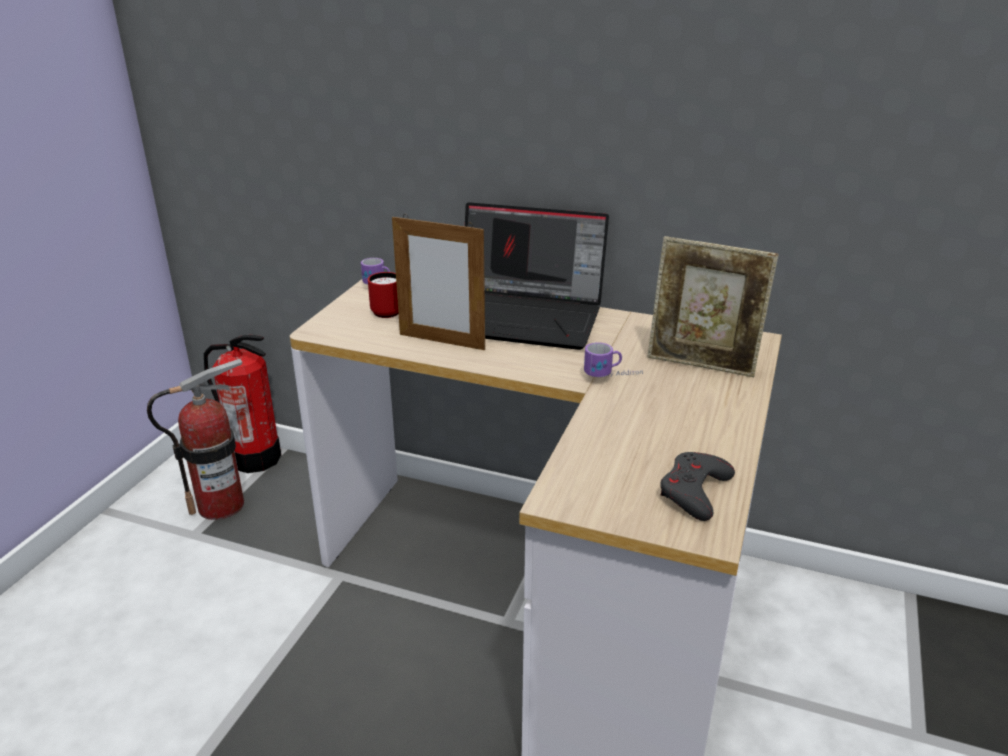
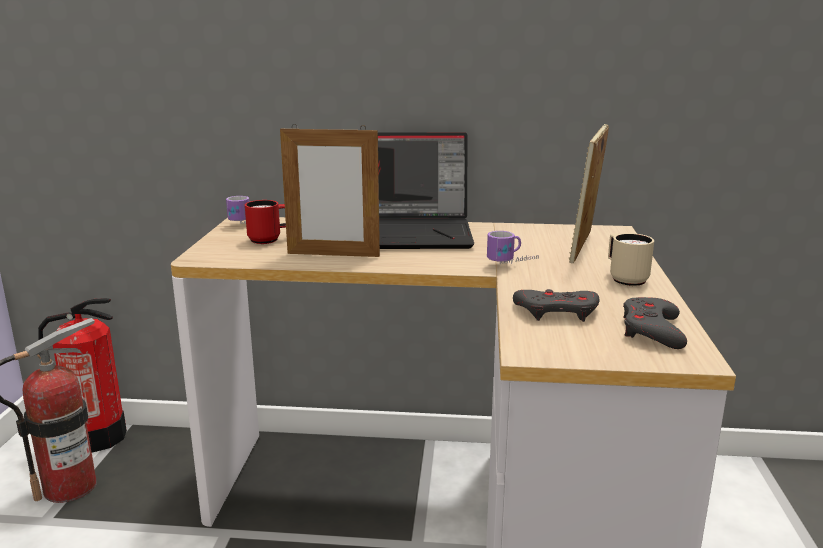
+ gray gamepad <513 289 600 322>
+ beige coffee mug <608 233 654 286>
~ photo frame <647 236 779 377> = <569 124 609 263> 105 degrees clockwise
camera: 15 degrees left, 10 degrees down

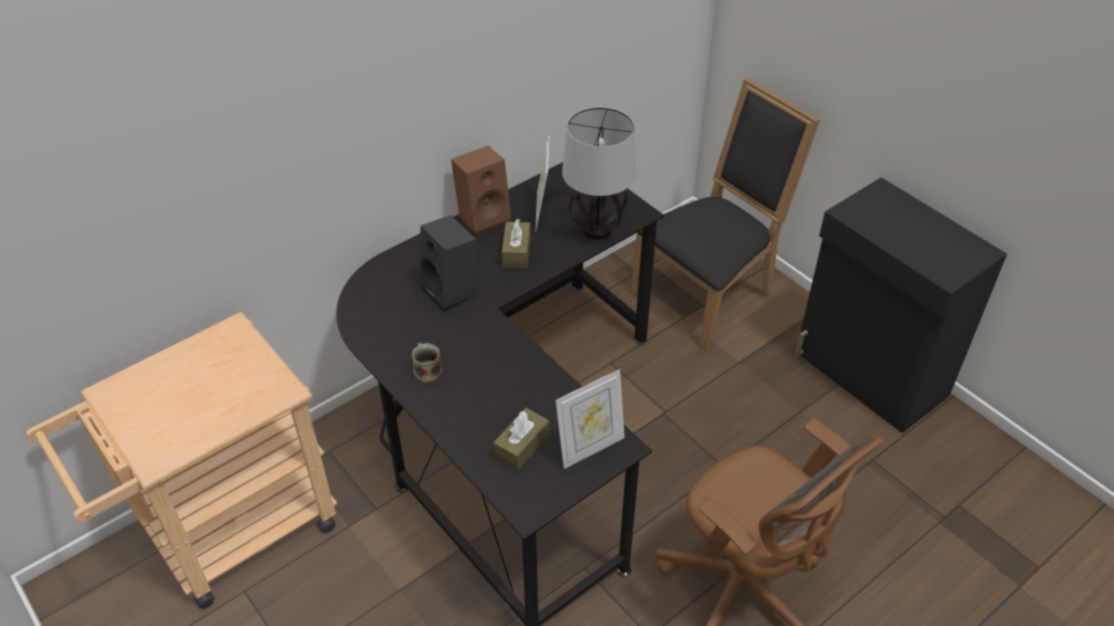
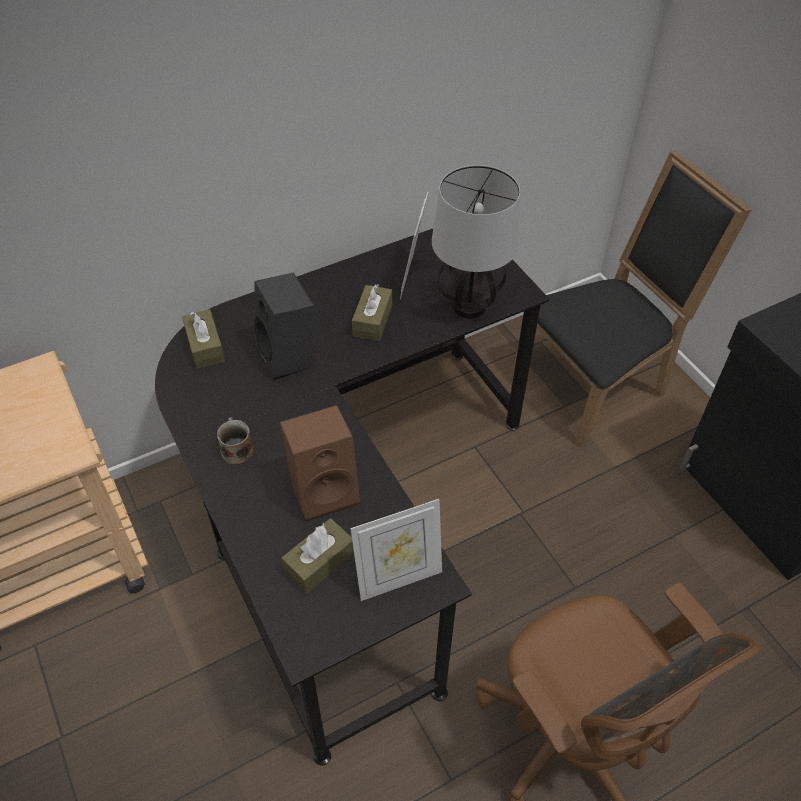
+ brownish tissue box <182 309 225 368>
~ brownish audio speaker <451 146 511 235> to <280 405 360 522>
camera: 10 degrees right, 5 degrees up

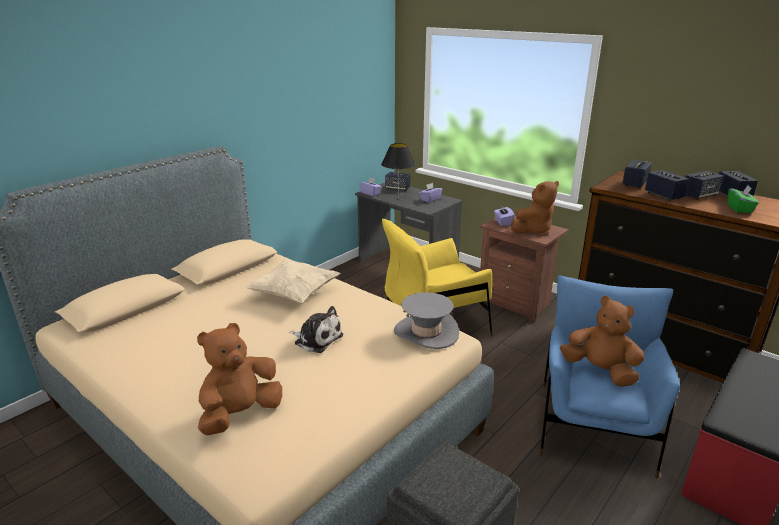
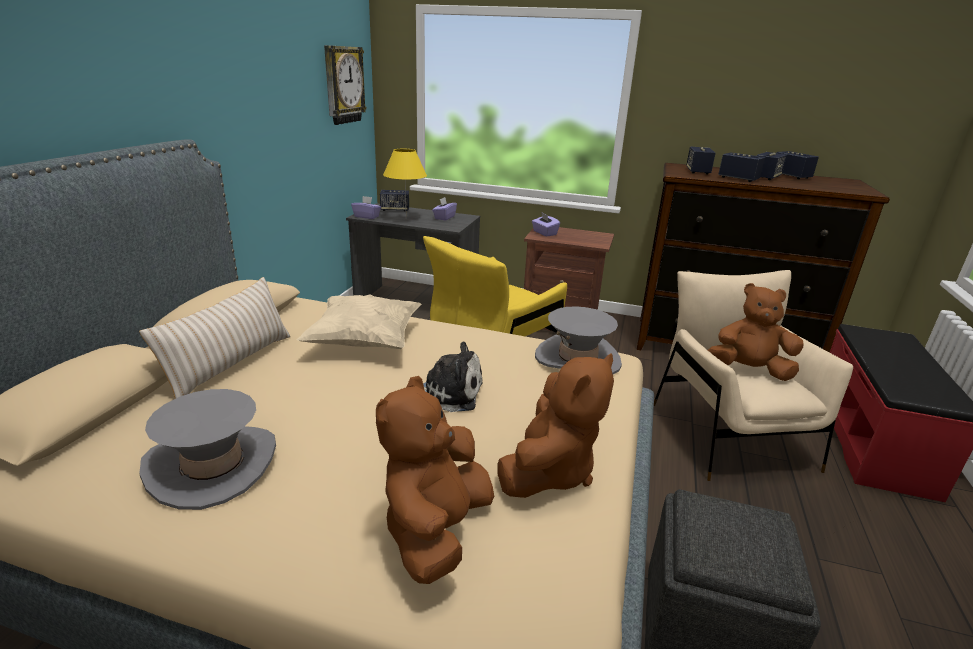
- greenish tissue box <728 185 758 213>
+ beige throw pillow <139 277 290 399>
+ gray clothing hat <139 389 276 510>
+ hanging clock <324 45 367 125>
~ brownish soft toy <511 181 559 235> to <498 354 614 498>
~ blackish table lamp <381 143 416 199> to yellow-coloured table lamp <383 149 427 208>
~ bluish lounge chair <540 276 680 478> to beige lounge chair <654 270 853 481>
camera: 25 degrees left, 0 degrees up

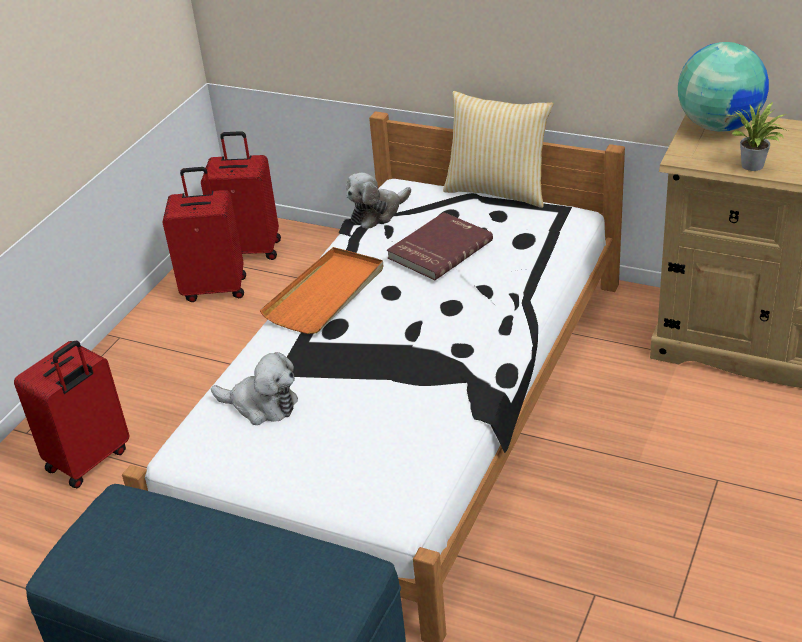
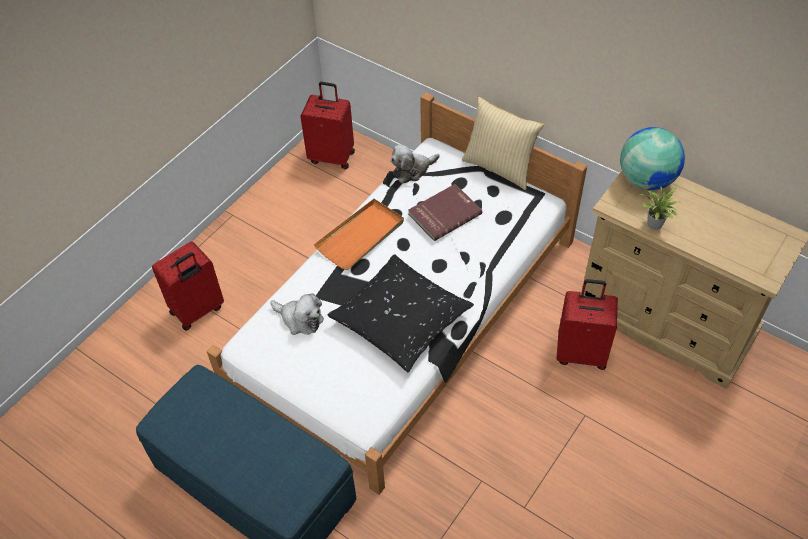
+ blackish throw pillow <328 254 474 372>
~ reddish travel case <162 167 246 302> to <556 279 618 370>
camera: 10 degrees right, 15 degrees up

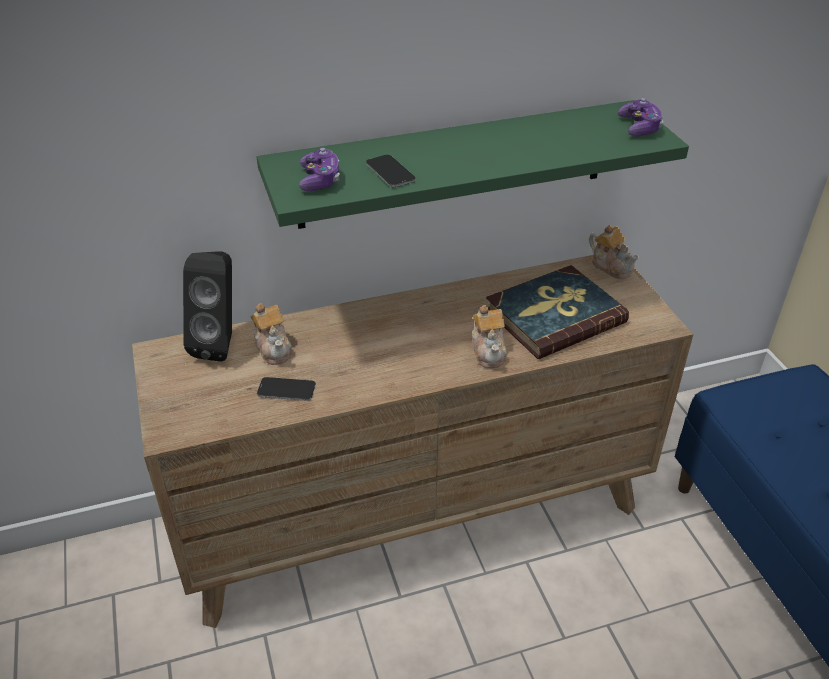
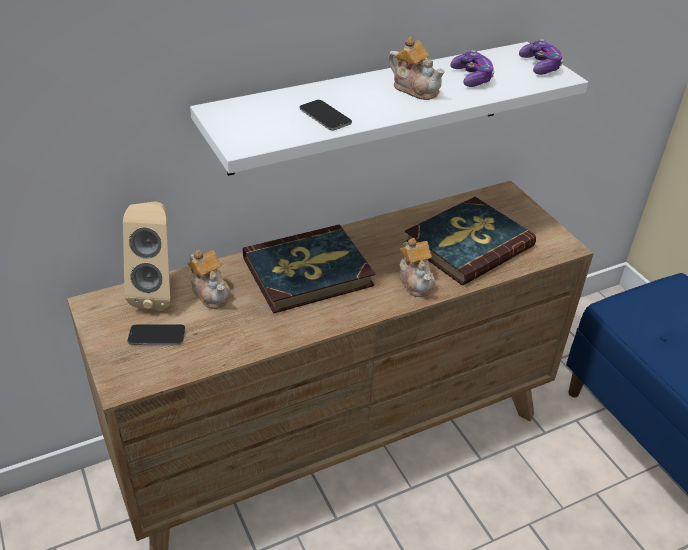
+ bound book <243 225 375 313>
~ phone <257 377 316 401> to <127 325 185 345>
~ gamepad <299 148 340 192> to <450 50 495 87>
~ tea pot <589 225 639 279> to <388 37 445 100>
~ blackish audio speaker <183 251 232 362> to beige audio speaker <123 201 170 310>
~ greenish bracket shelf <257 100 689 229> to whitish bracket shelf <190 42 588 176>
camera: 10 degrees left, 0 degrees up

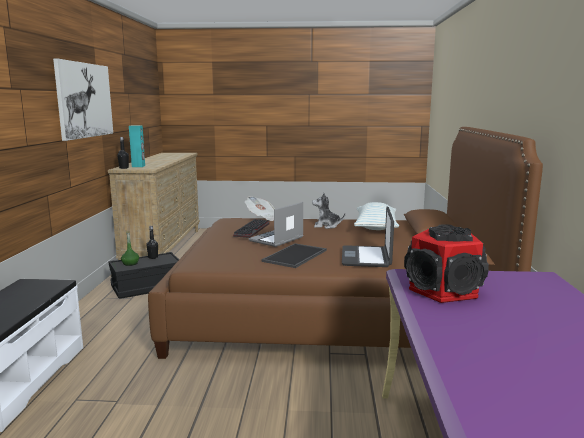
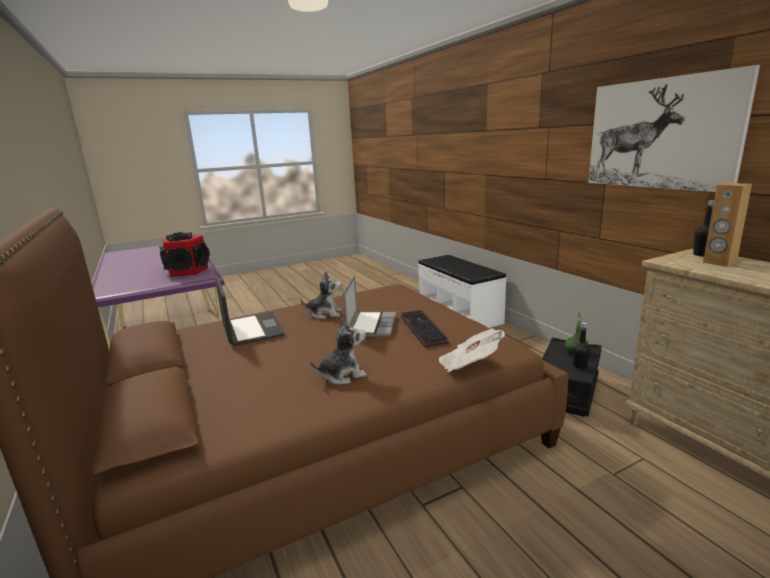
- throw pillow <354 202 399 230>
~ serving tray <261 243 327 268> to soft toy <300 271 342 319>
~ turquoise-coloured audio speaker <129 125 145 167> to brownish audio speaker <703 183 752 267>
camera: 150 degrees right, 5 degrees up

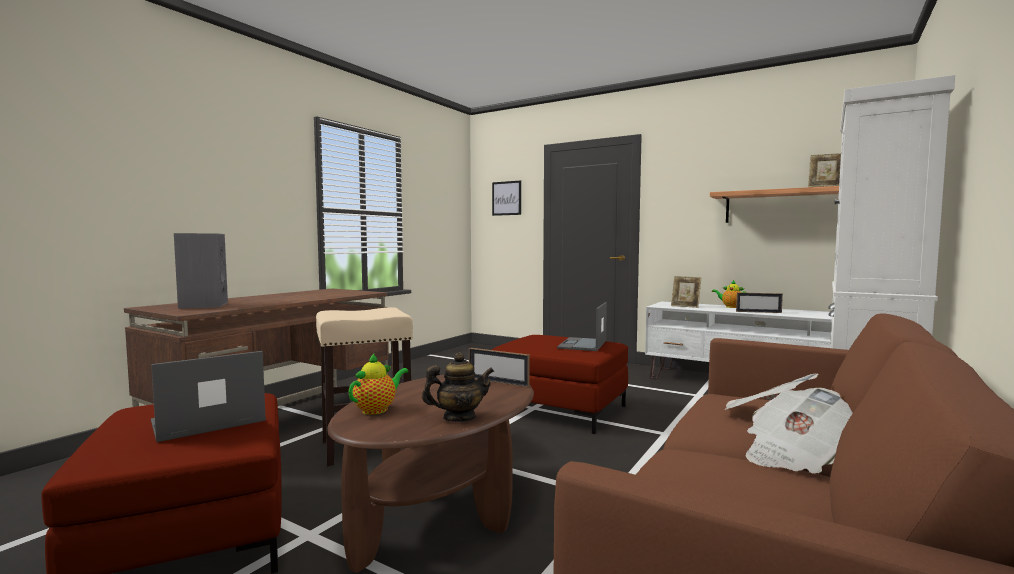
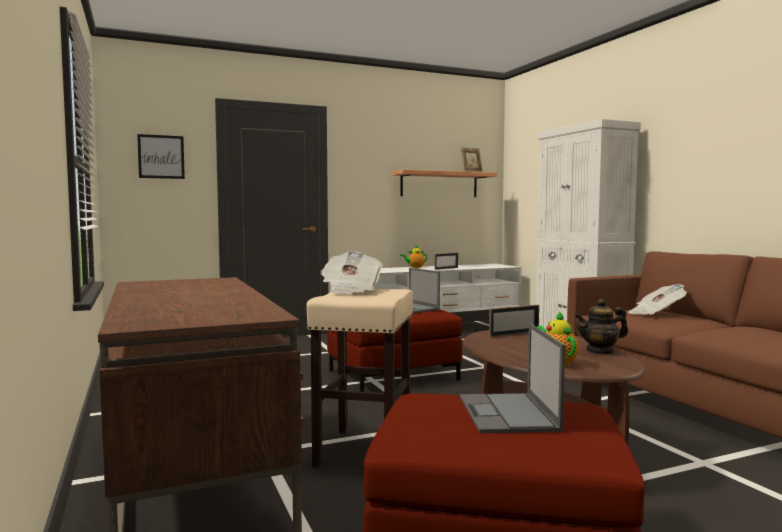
- gray audio speaker <174 233 228 309>
- photo frame <671 276 701 308>
~ daily paper <745 388 853 473> to <321 251 383 295>
~ tea pot <422 352 494 422> = <574 299 628 355> 120 degrees counterclockwise
camera: 55 degrees left, 0 degrees up

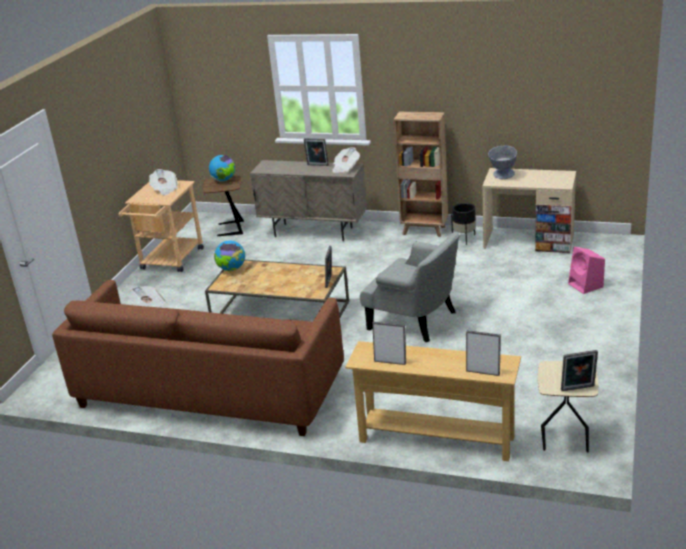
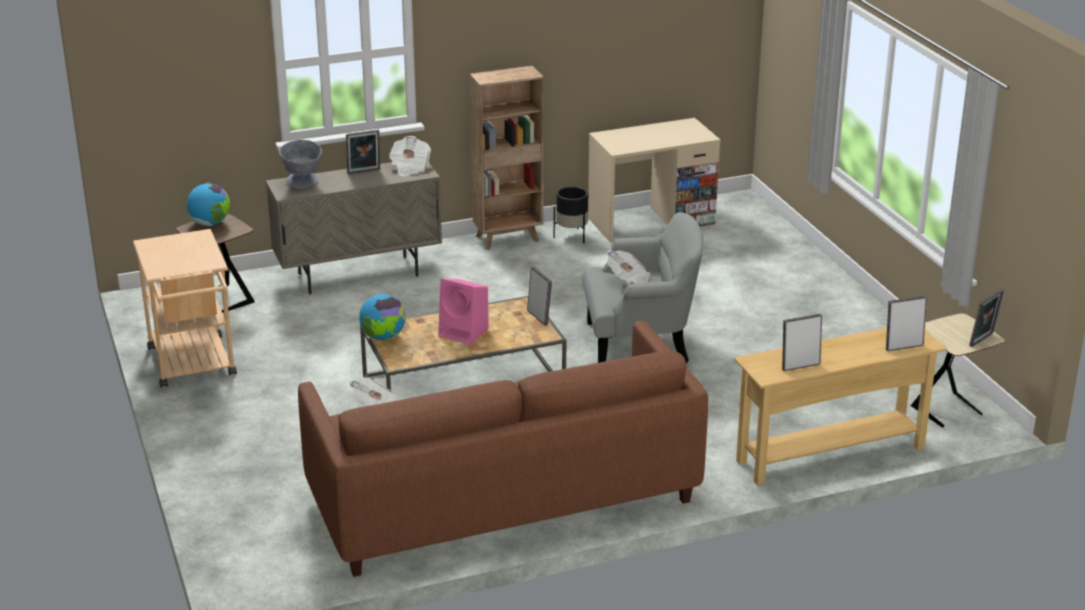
~ daily paper <149 169 178 196> to <607 250 650 283>
~ gray bowl <488 146 517 179> to <279 140 322 189>
~ pink-coloured audio speaker <568 247 605 294> to <438 279 489 345>
camera: 40 degrees left, 0 degrees up

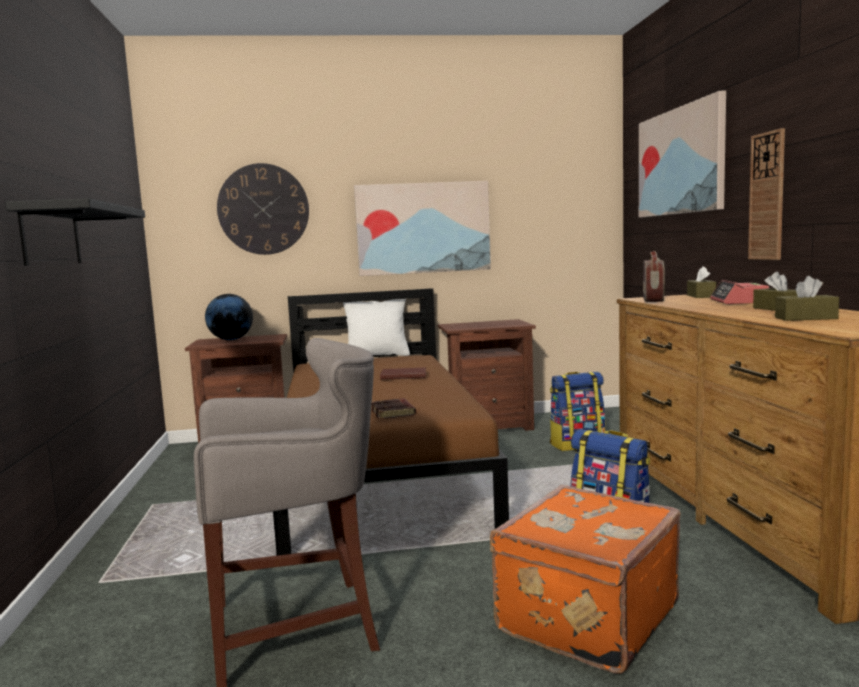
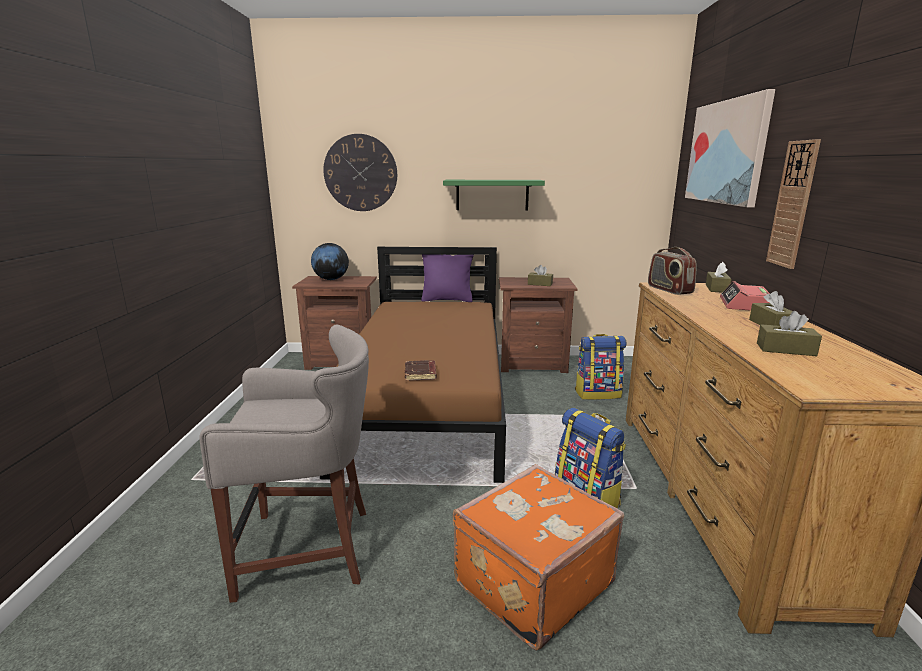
- blackish bracket shelf <5 198 145 266>
- brownish bound book <380 367 426 380>
+ brownish tissue box <528 265 553 286>
~ wall picture <354 181 491 276> to greenish bracket shelf <443 180 545 210>
~ whitish throw pillow <343 299 410 356> to purple throw pillow <421 254 474 302>
~ radio <643 251 664 302> = <648 247 697 295> 135 degrees clockwise
camera: 10 degrees right, 10 degrees up

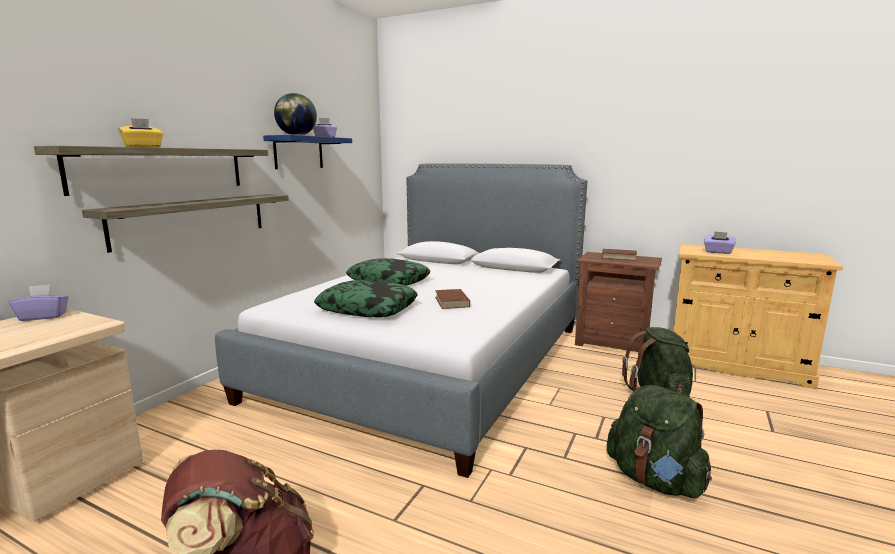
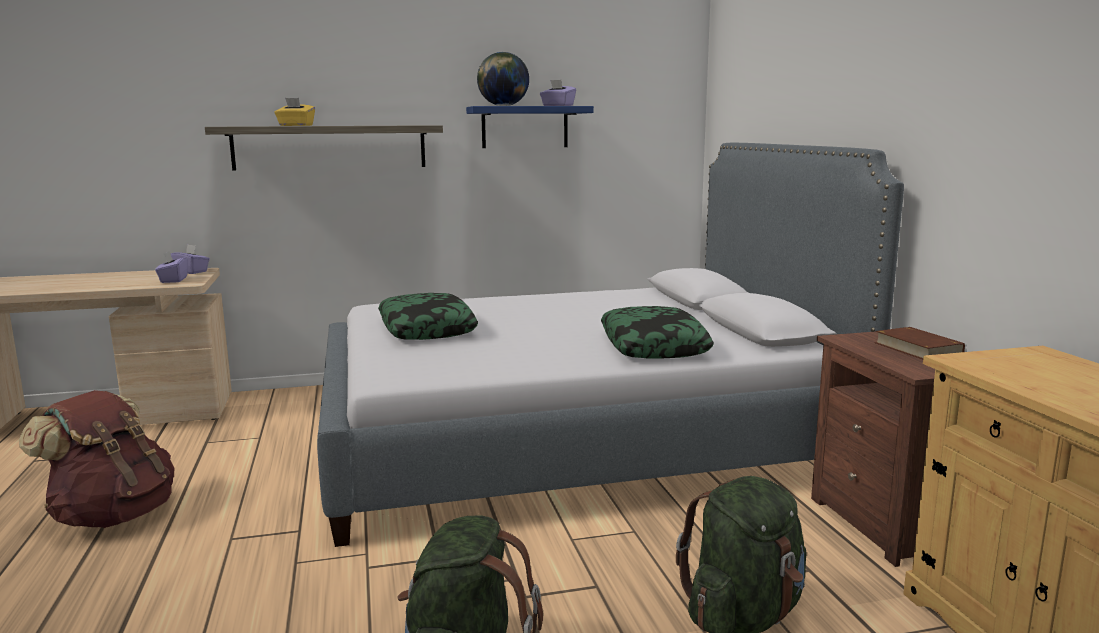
- bracket shelf <82 194 289 253>
- brownish bound book <435 289 470 309>
~ throw pillow <346 258 430 286> to <601 306 714 359>
~ purple tissue box <704 231 736 254> to <155 251 188 283>
camera: 50 degrees right, 0 degrees up

